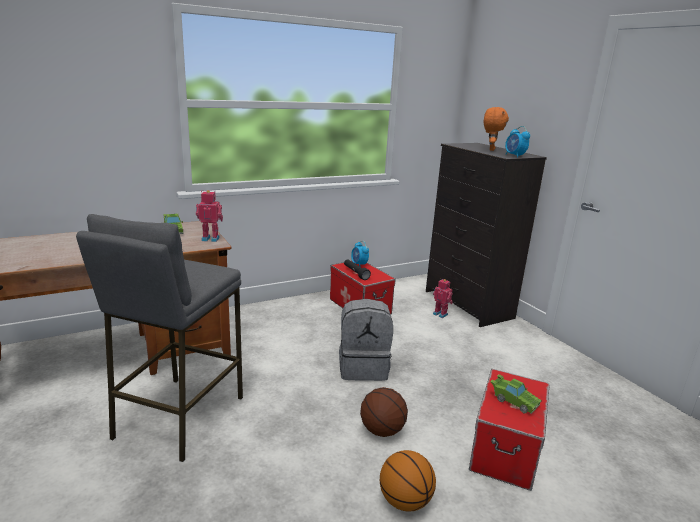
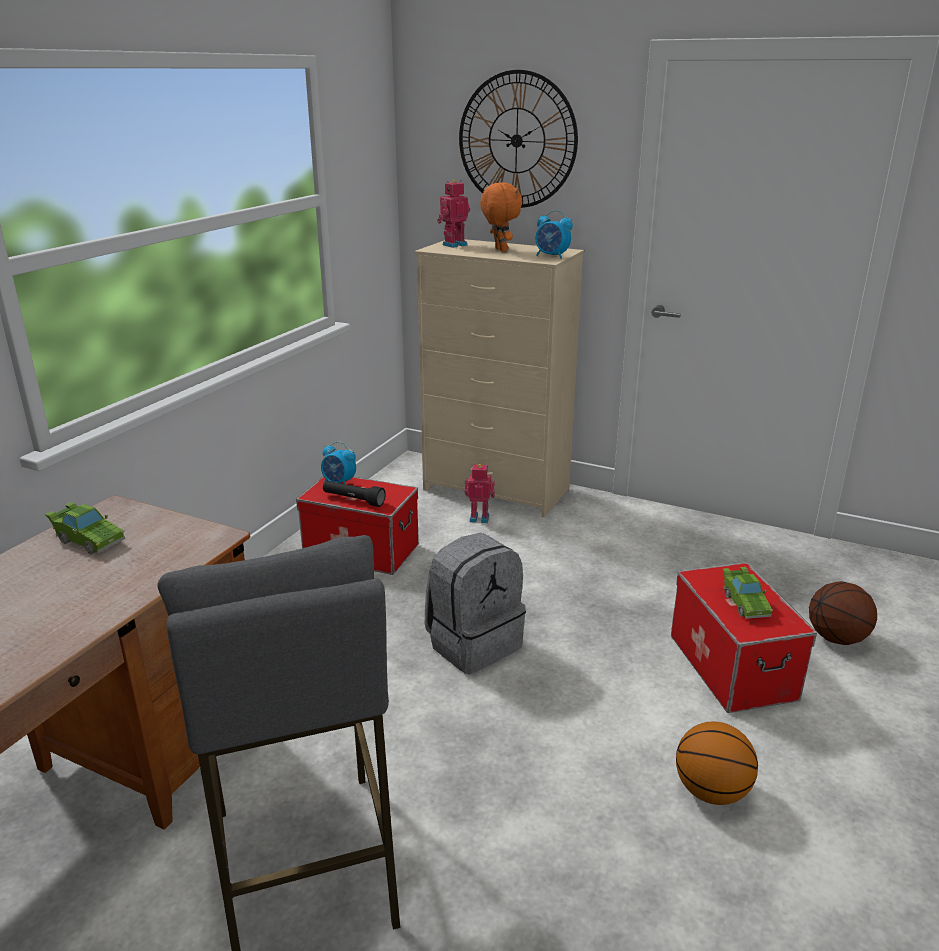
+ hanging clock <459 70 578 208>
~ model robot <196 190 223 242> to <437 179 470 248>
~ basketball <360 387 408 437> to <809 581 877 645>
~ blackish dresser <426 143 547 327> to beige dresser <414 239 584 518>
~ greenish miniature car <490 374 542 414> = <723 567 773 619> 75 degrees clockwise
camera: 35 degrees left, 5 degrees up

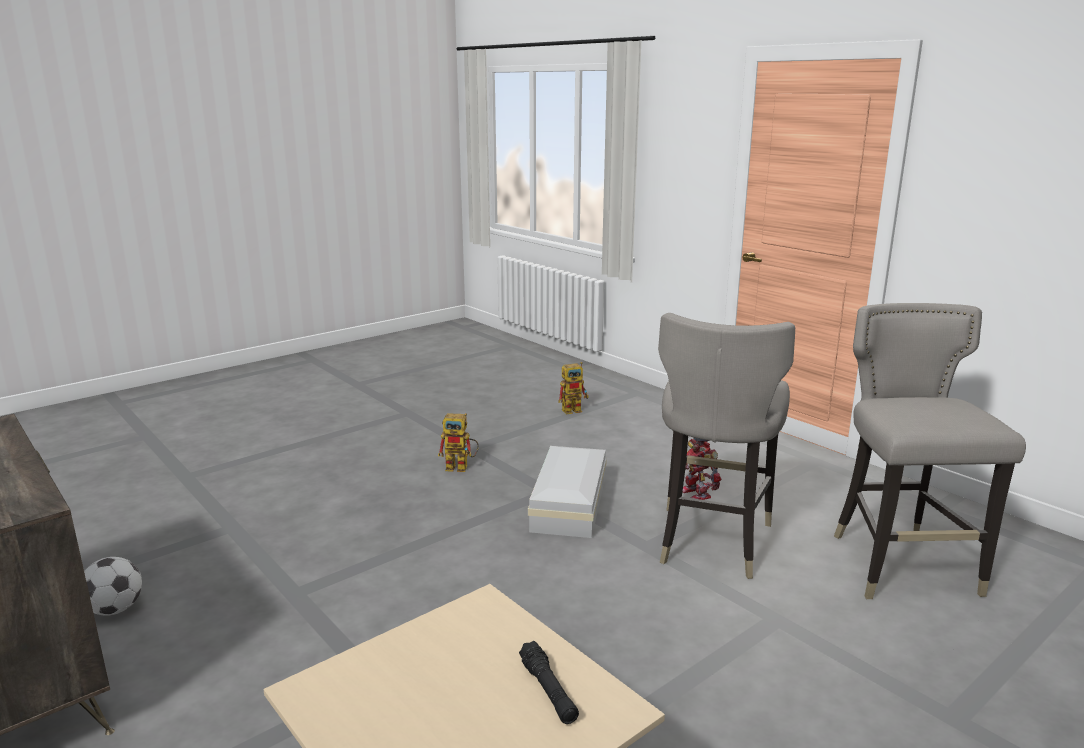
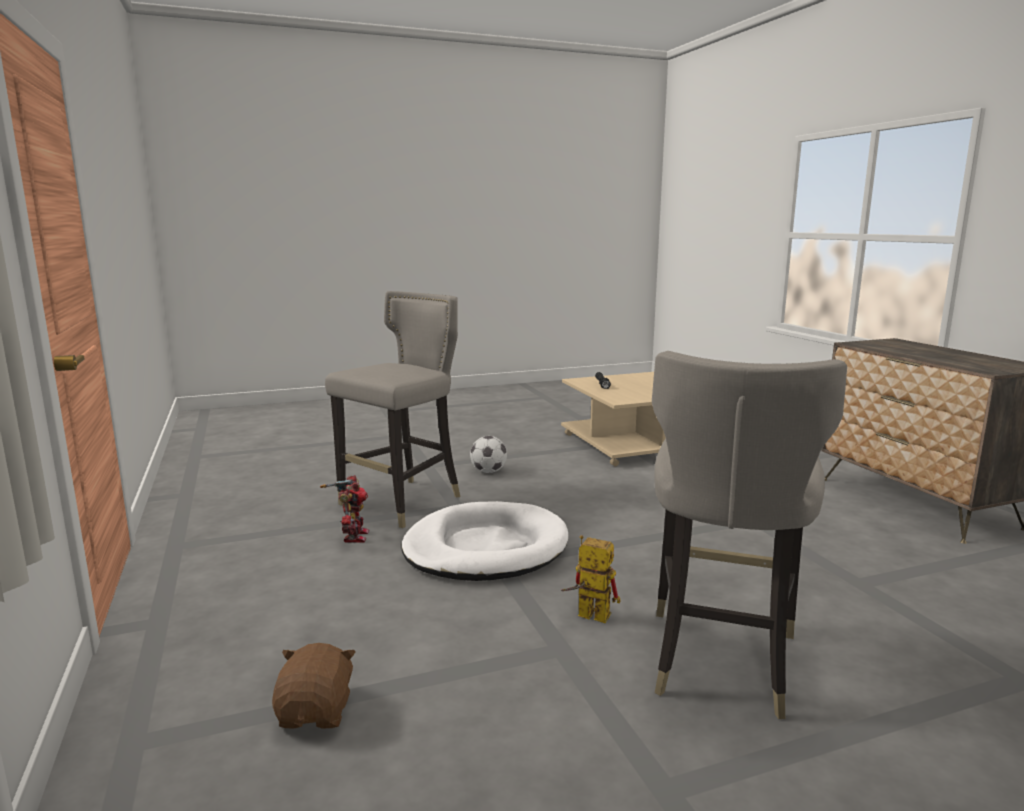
~ football <84 557 142 616> to <470 436 507 473>
~ gray stool seat <834 303 1026 599> to <652 351 847 719>
~ whitish storage bin <528 446 607 538> to whitish dog bed <401 501 568 581>
~ model robot <558 362 589 414> to brownish soft toy <272 643 356 728>
camera: 160 degrees left, 5 degrees down

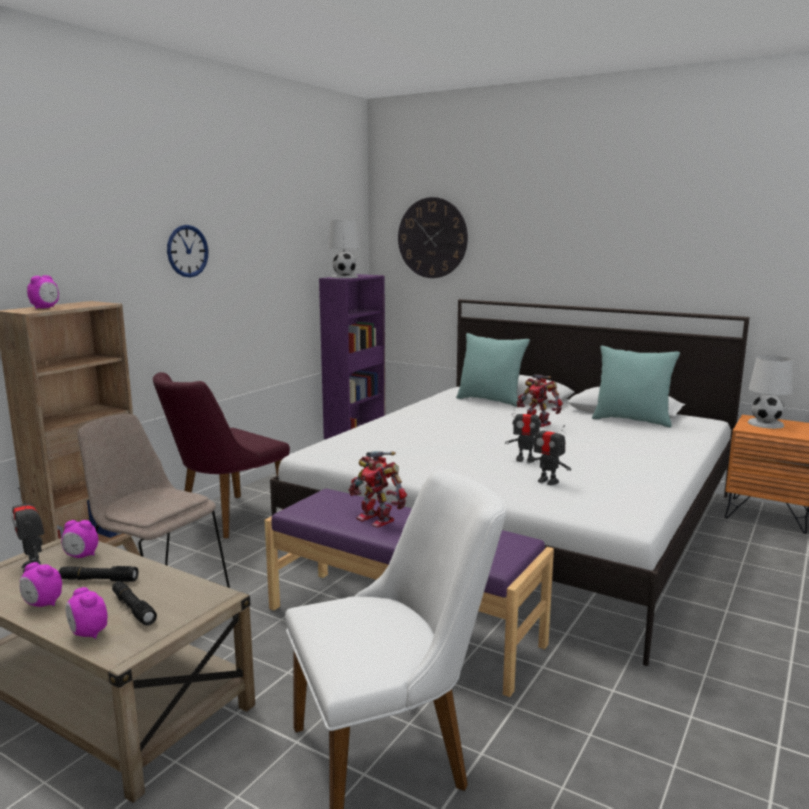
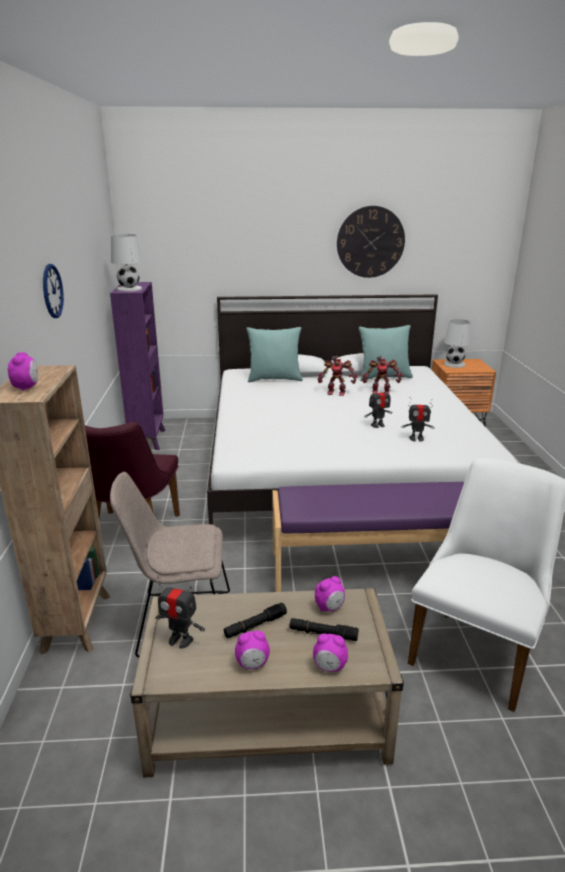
~ table clock <61 520 98 558> to <315 576 345 611>
~ model robot <349 451 407 528> to <362 355 403 394>
~ hanging clock <398 197 468 278> to <337 206 405 278>
camera: 35 degrees left, 10 degrees up

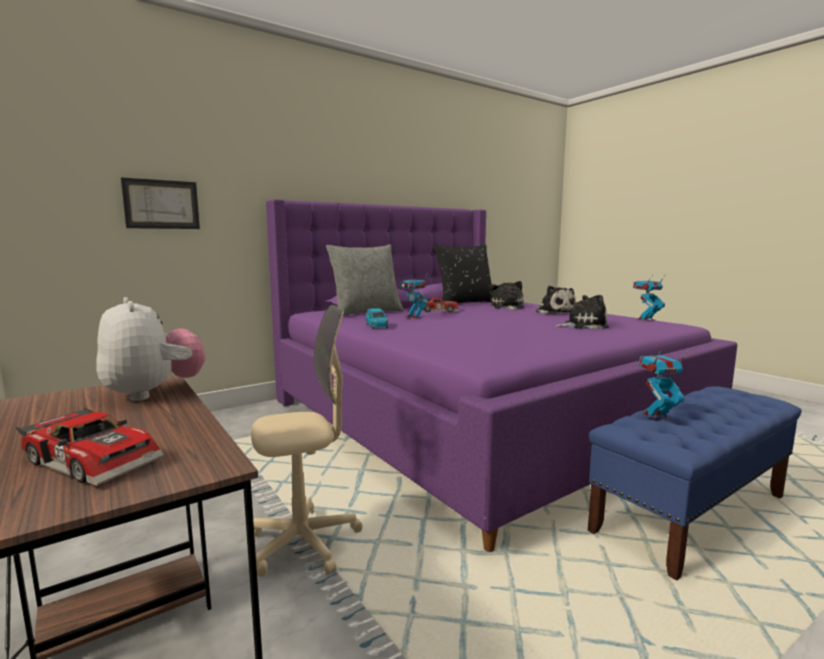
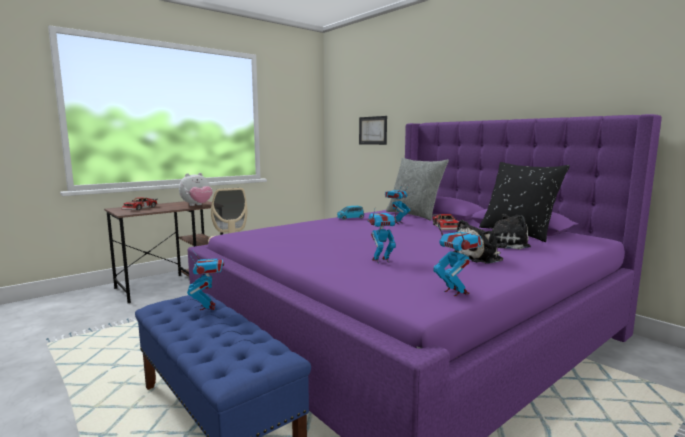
~ soft toy <555 295 609 329> to model robot <368 207 398 263>
camera: 85 degrees right, 0 degrees up

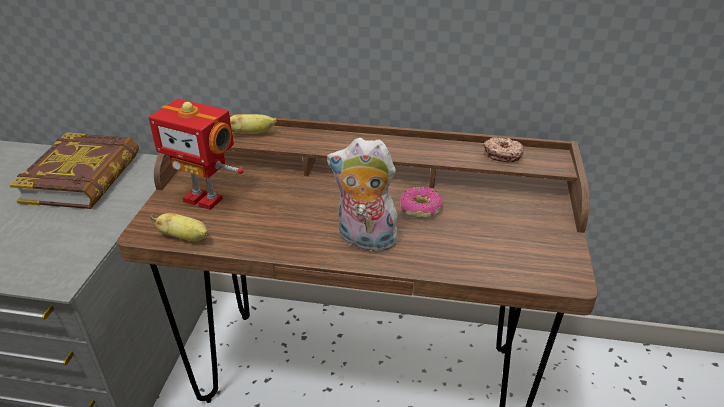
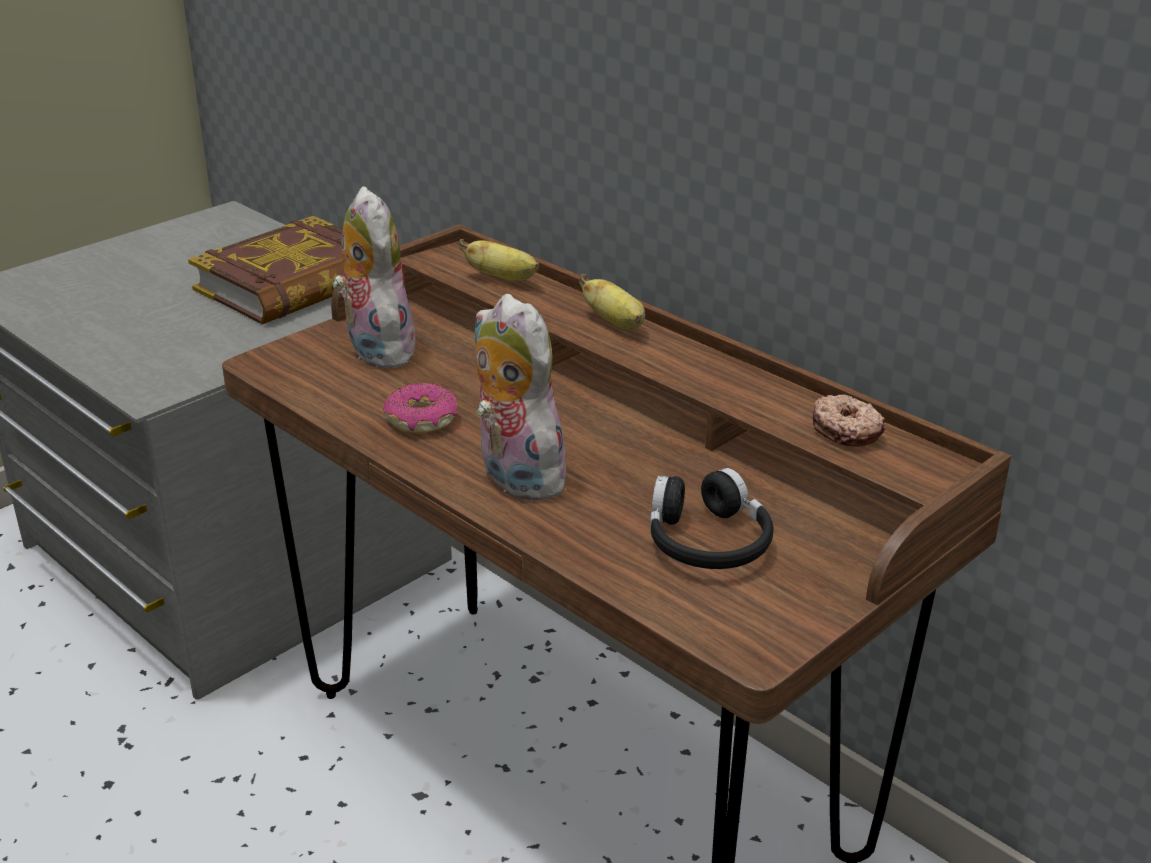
+ blackish headphones <650 468 773 569>
~ whole banana <150 213 208 241> to <579 274 645 330>
~ ring doughnut <400 186 443 218> to <383 383 457 433>
~ model robot <148 99 244 210> to soft toy <332 186 416 368>
camera: 35 degrees right, 5 degrees down

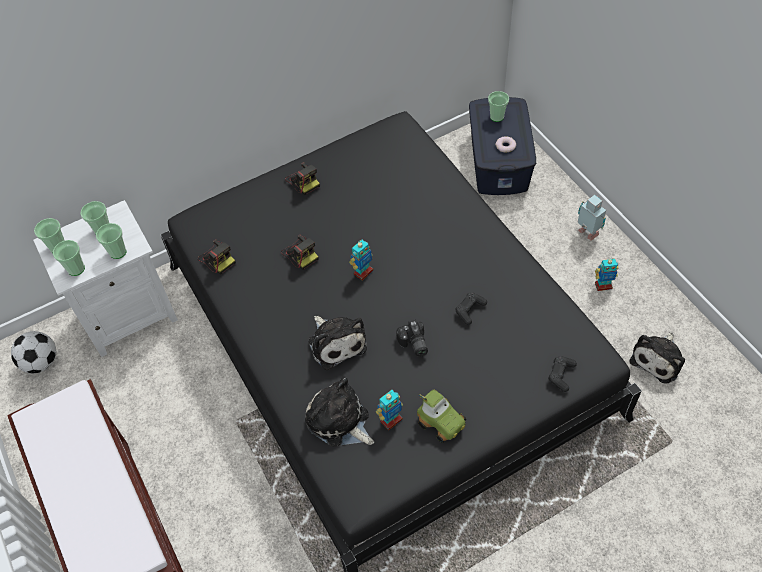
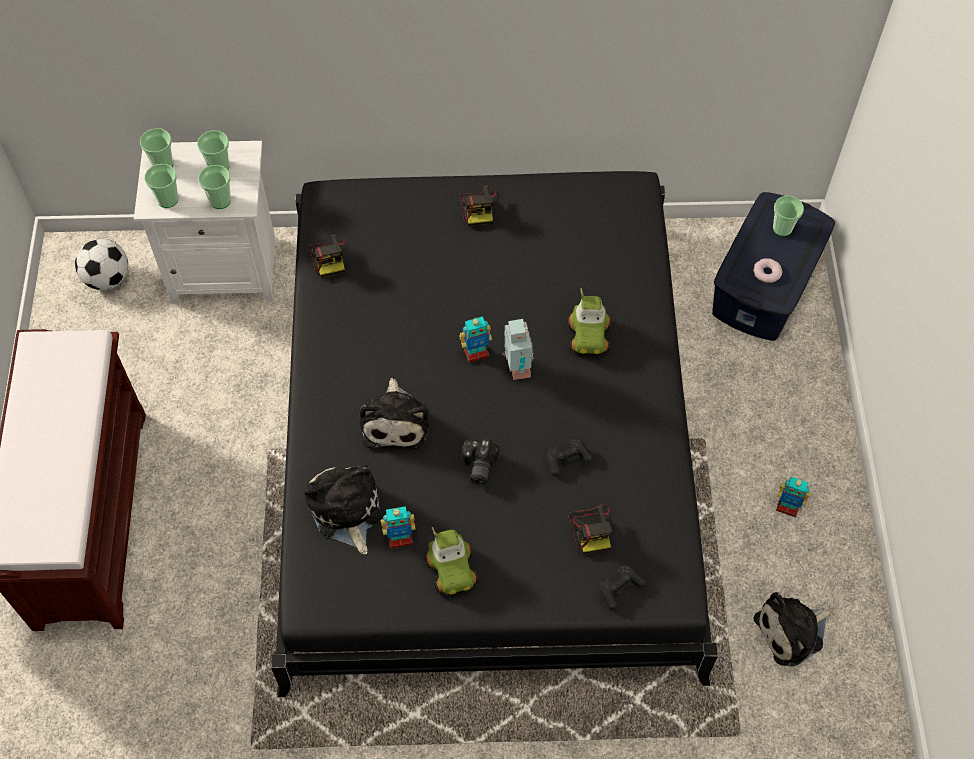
+ miniature car <568 288 611 354>
~ still camera <281 234 319 270> to <568 504 612 554>
~ model robot <577 195 606 241> to <502 319 534 380>
camera: 25 degrees right, 5 degrees up

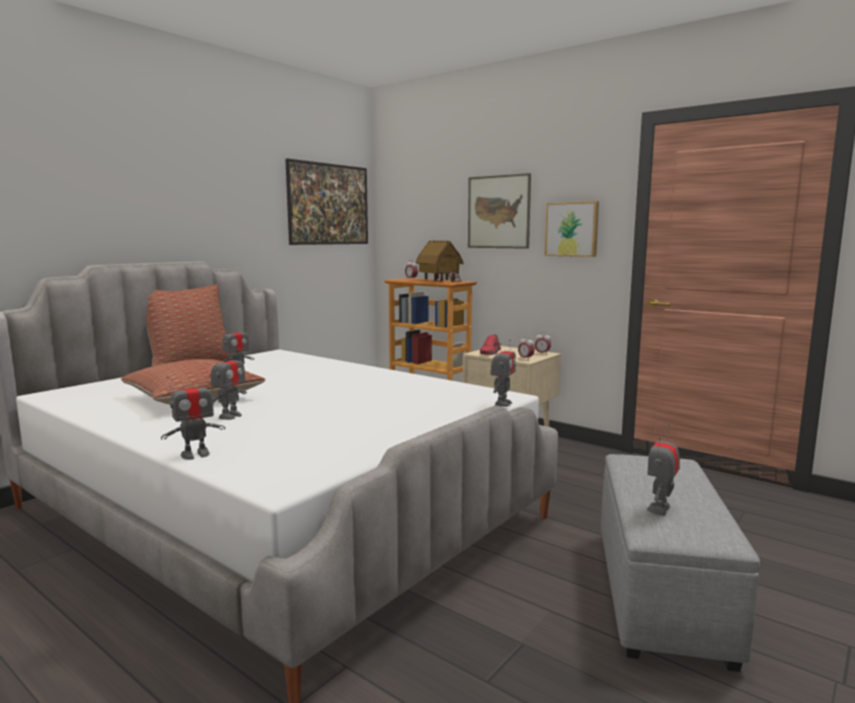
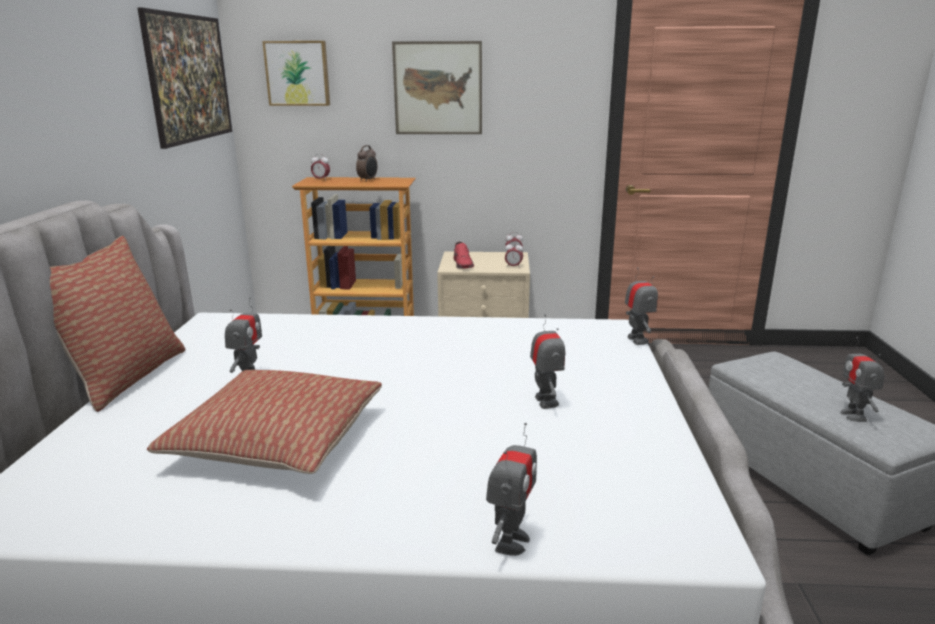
~ model robot <211 348 247 420> to <530 314 566 409>
~ wall picture <545 201 599 257> to <262 41 330 106>
~ miniature house <415 240 464 283> to table clock <356 145 377 182>
camera: 35 degrees left, 10 degrees up

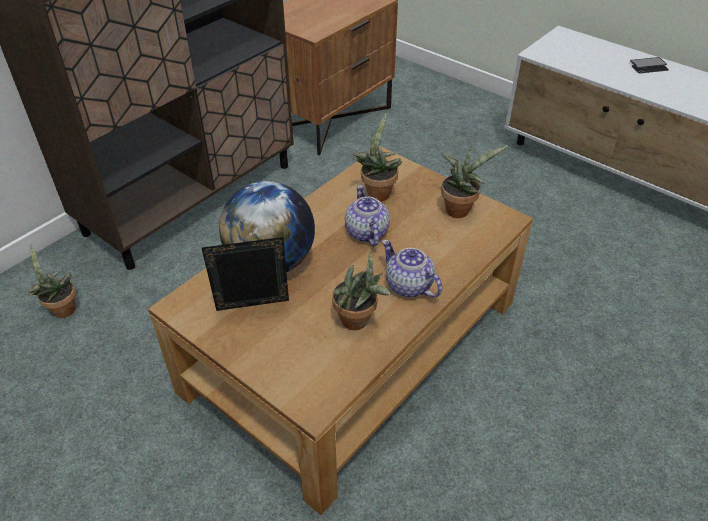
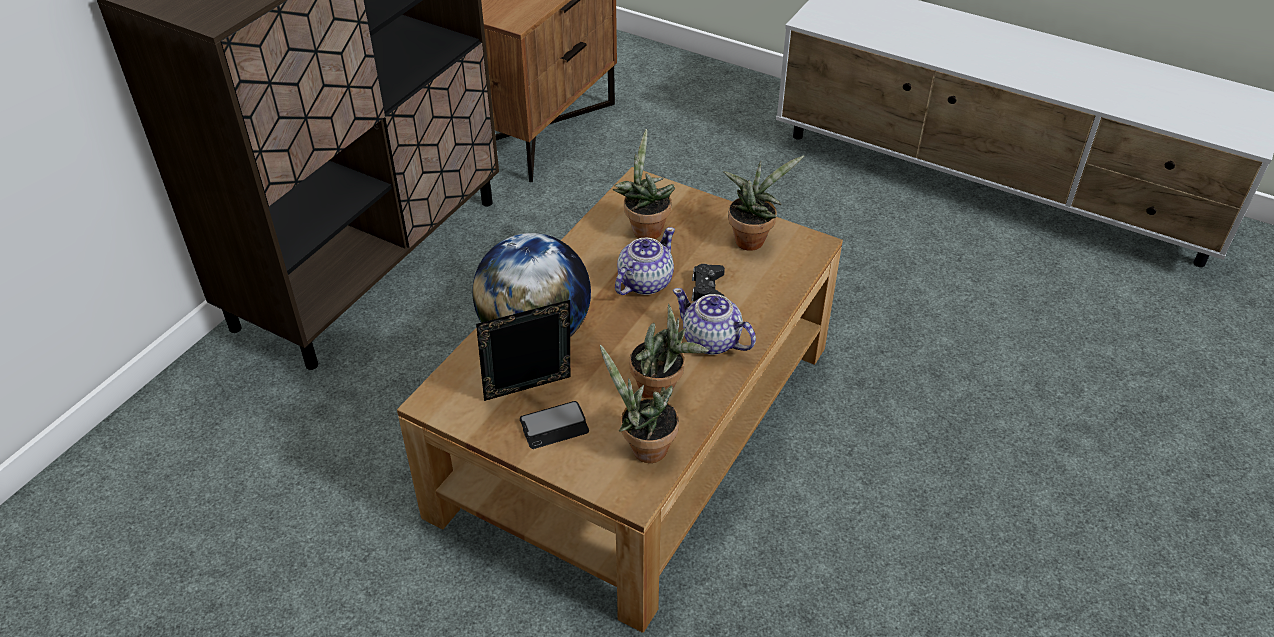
+ blackish gamepad <691 264 725 301>
~ houseplant <26 244 76 318> to <600 345 679 463>
~ phone <630 57 669 73> to <520 401 589 449>
~ tea pot <345 185 390 246> = <615 227 675 295> 60 degrees clockwise
camera: 10 degrees left, 0 degrees up

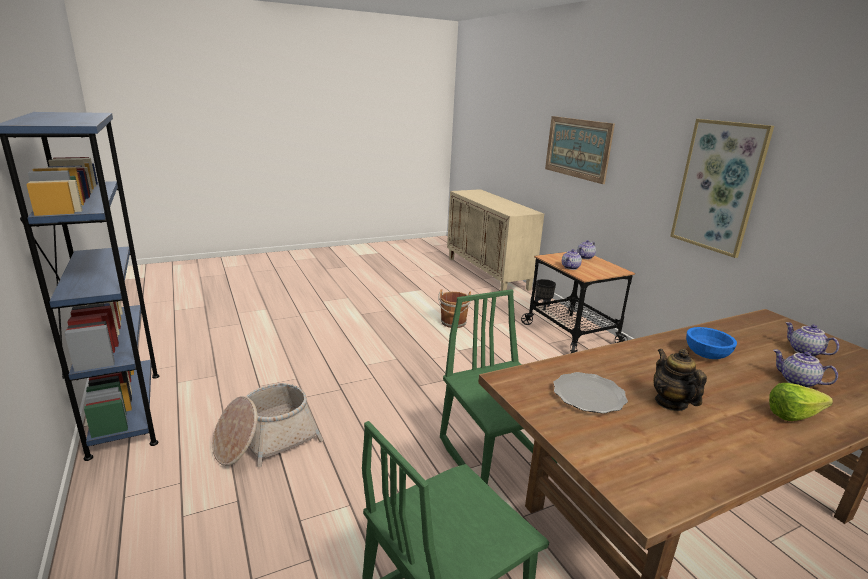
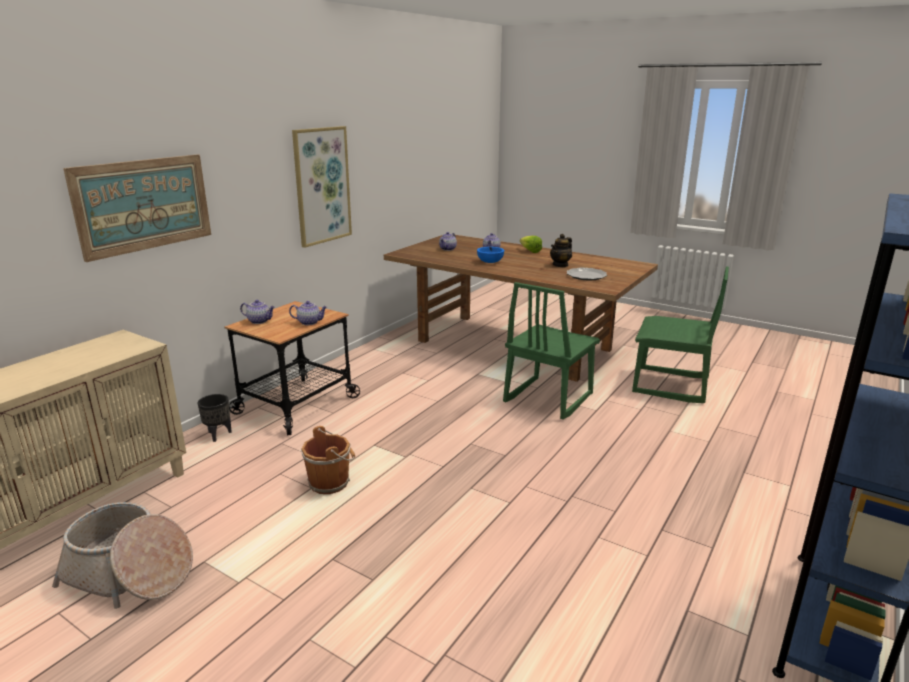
~ household basket <212 383 323 467> to <52 502 193 609>
camera: 120 degrees left, 0 degrees up

